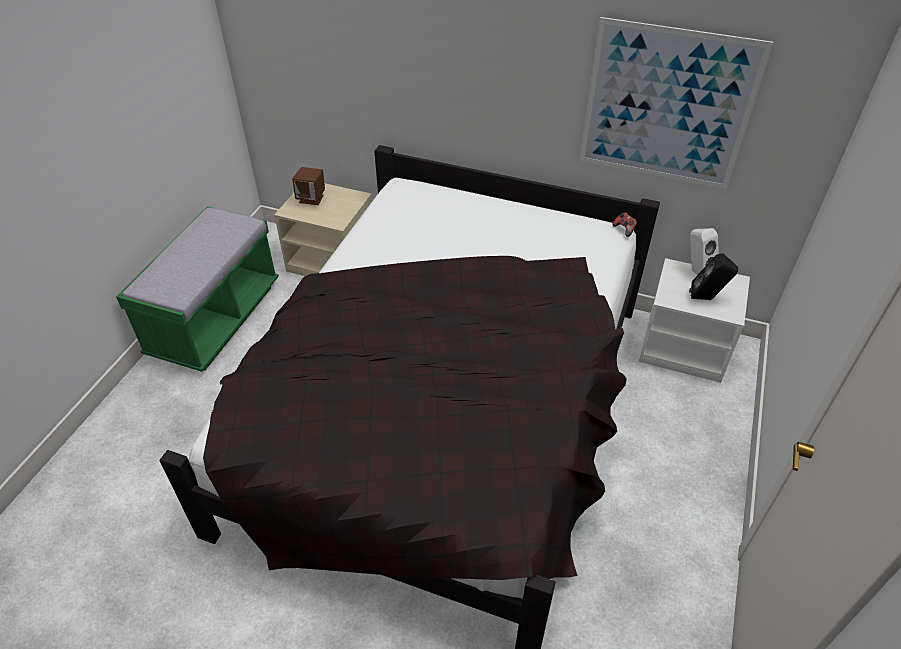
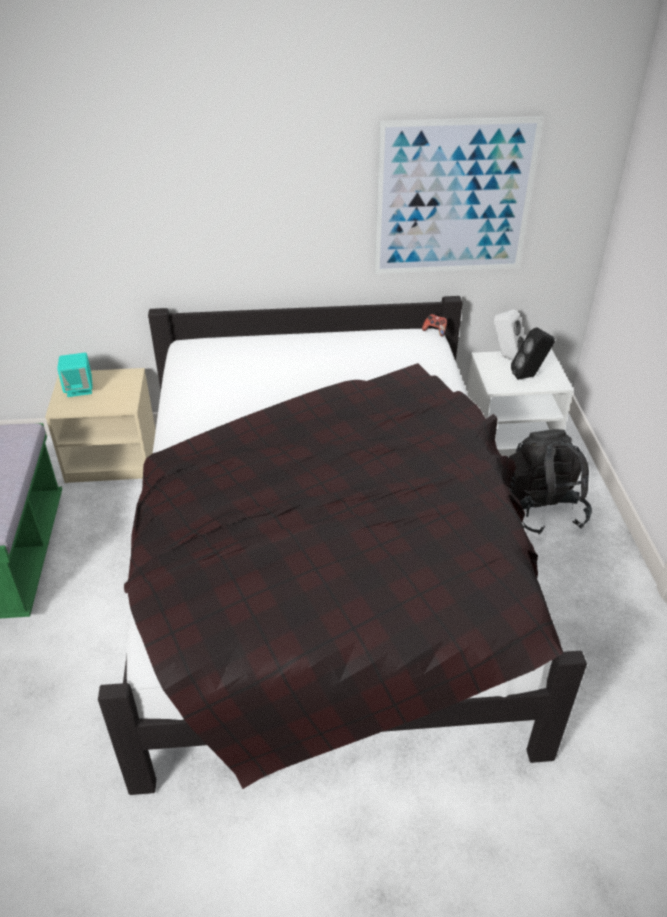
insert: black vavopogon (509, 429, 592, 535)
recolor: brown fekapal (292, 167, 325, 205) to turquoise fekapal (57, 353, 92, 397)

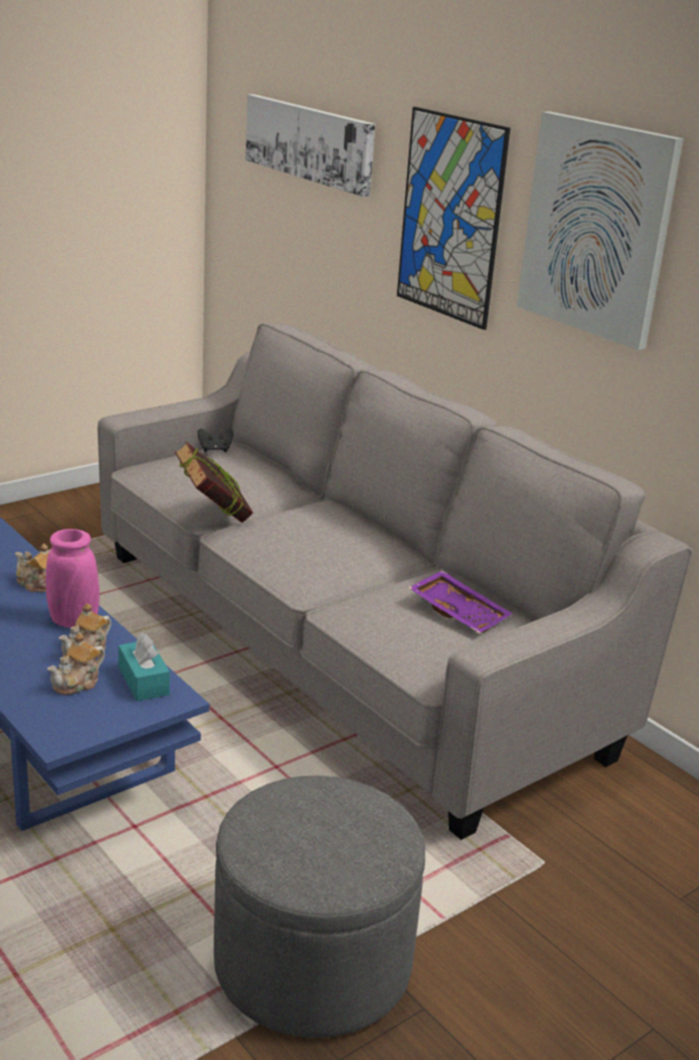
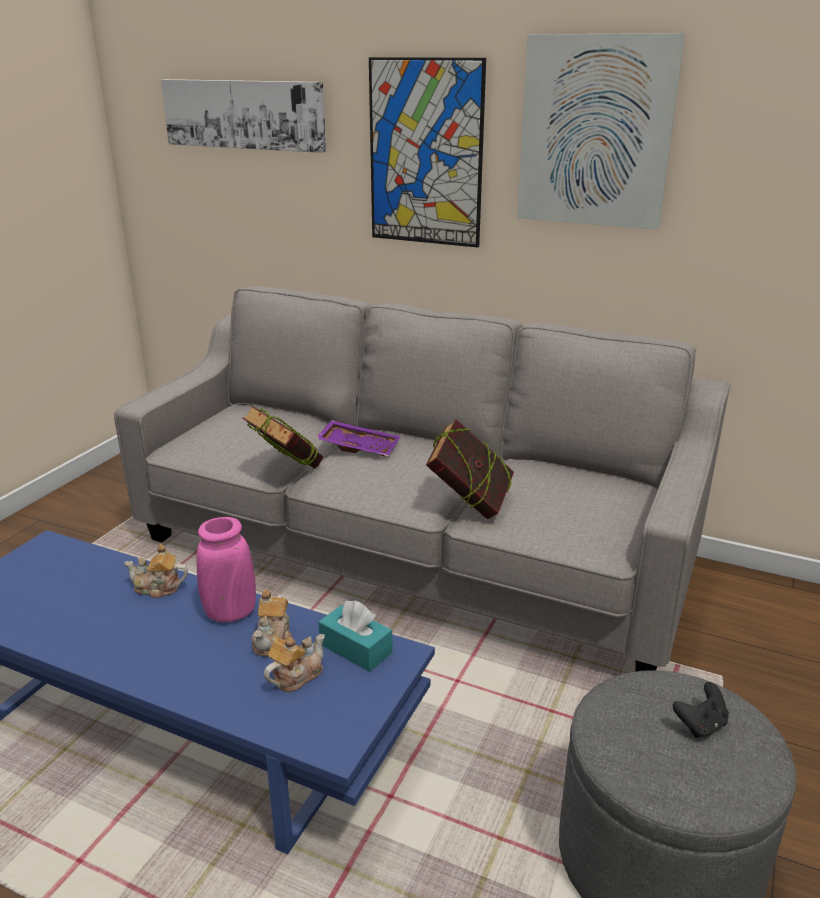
insert: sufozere (426, 419, 514, 519)
move: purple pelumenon (408, 570, 513, 634) to (316, 420, 401, 457); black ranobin (197, 429, 233, 452) to (673, 682, 729, 738)
rotate: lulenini (47, 633, 105, 695) = (264, 634, 325, 692) 150 degrees counterclockwise

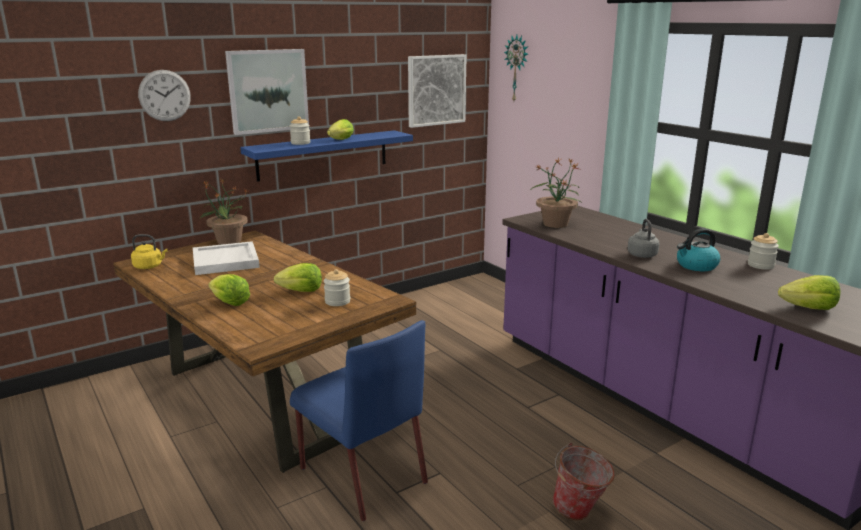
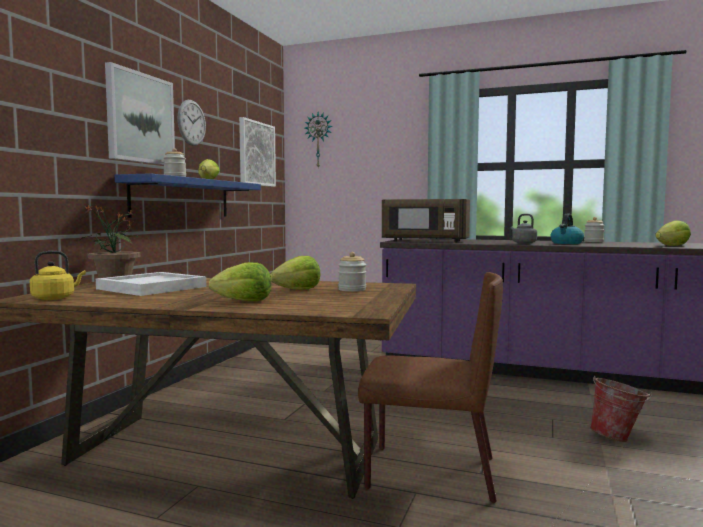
move: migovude (138, 70, 191, 121) to (177, 100, 206, 146)
replace: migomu (531, 157, 582, 228) to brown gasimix (382, 199, 470, 242)
recolor: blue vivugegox (290, 320, 428, 521) to brown vivugegox (358, 272, 503, 503)

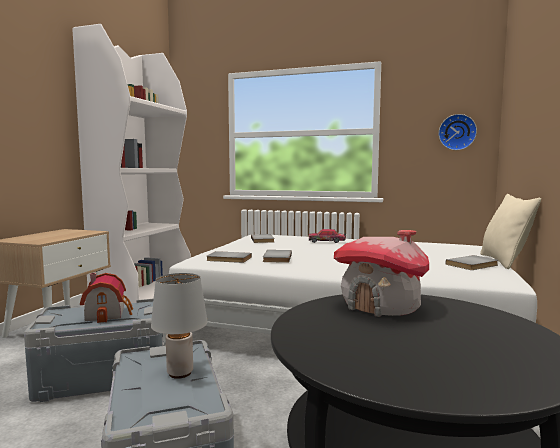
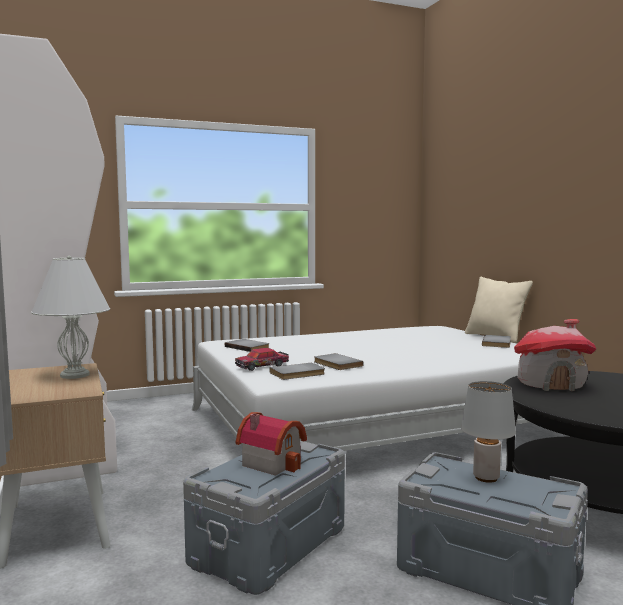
delete: migovude (438, 114, 477, 150)
insert: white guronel (31, 256, 110, 379)
move: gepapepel (309, 229, 346, 243) to (235, 348, 289, 371)

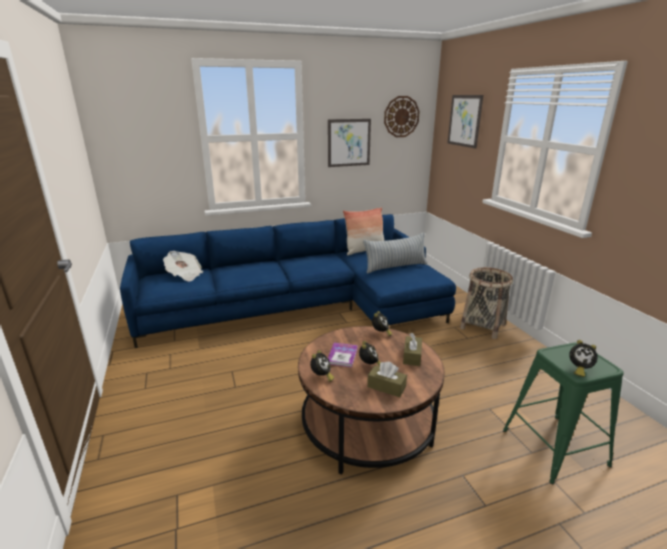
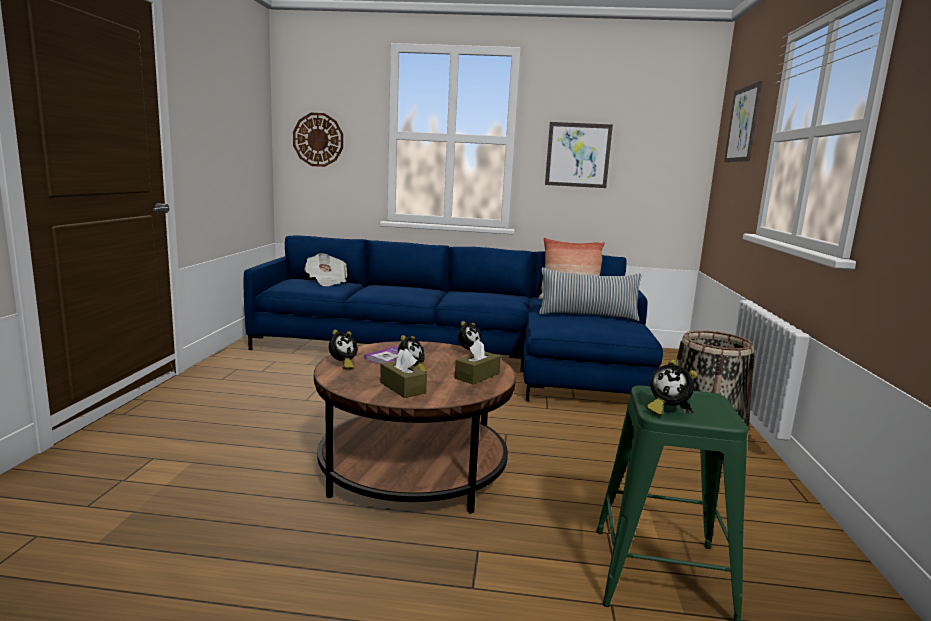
move: migovude (384, 96, 420, 137) to (293, 113, 343, 167)

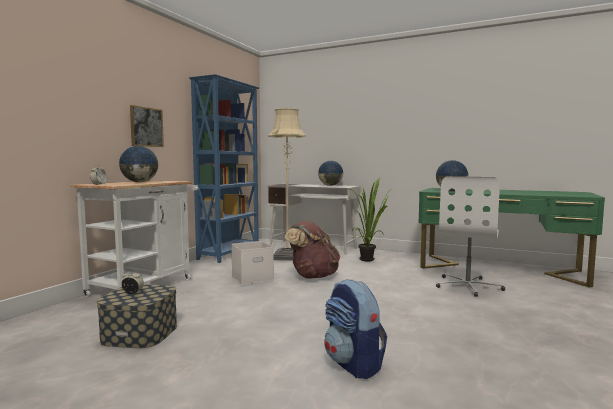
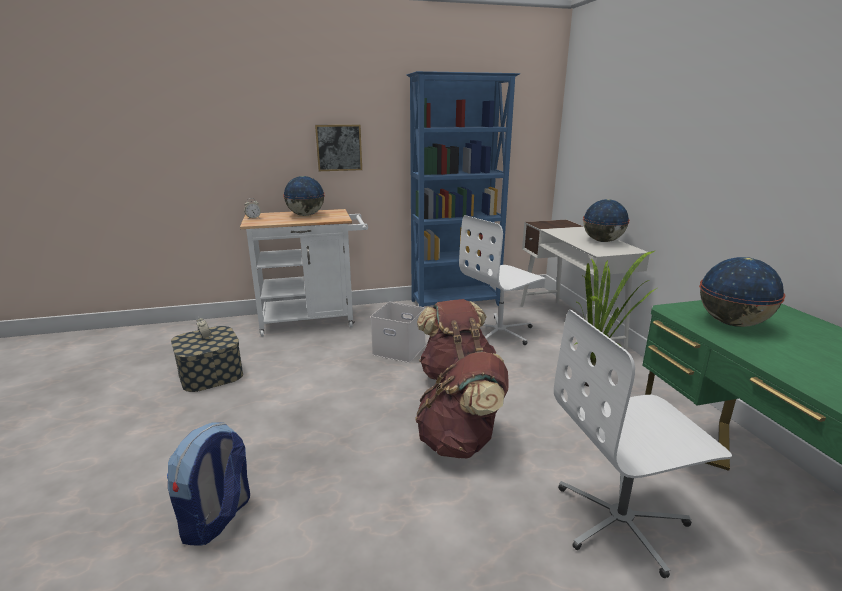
insert: brown vavopogon (415, 352, 508, 458)
replace: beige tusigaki (268, 108, 306, 261) to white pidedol (459, 215, 546, 345)

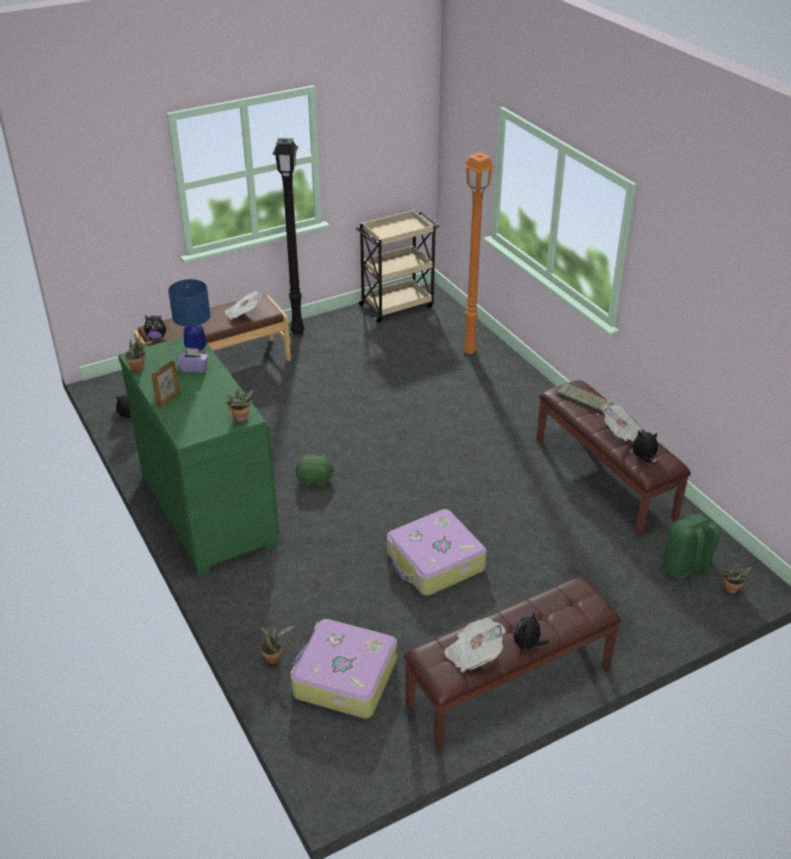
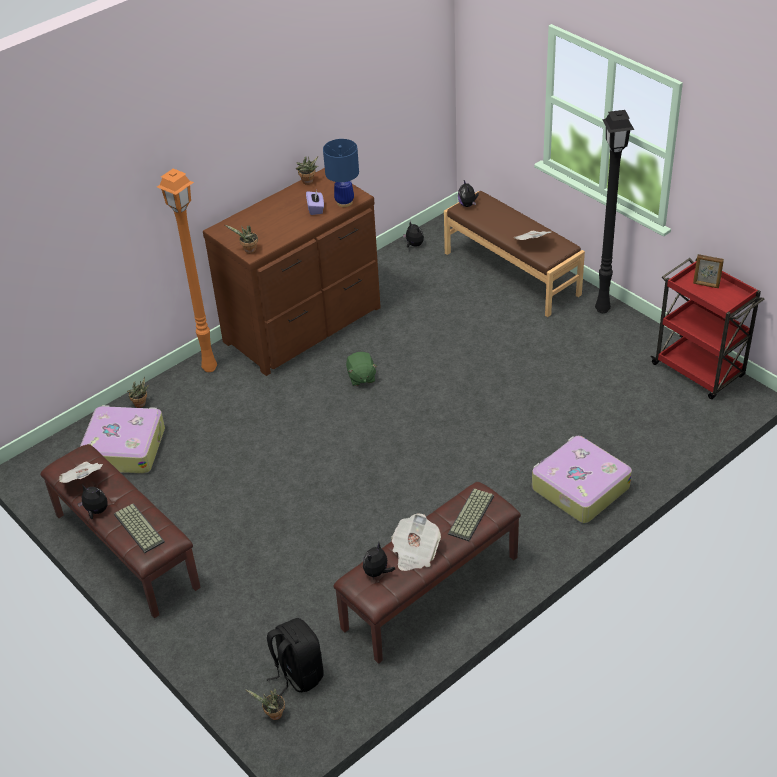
insert: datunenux (114, 503, 165, 553)
move: orange tusigaki (463, 152, 496, 354) to (157, 168, 217, 372); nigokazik (387, 509, 487, 596) to (532, 436, 632, 523); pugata (152, 361, 180, 407) to (693, 254, 724, 288)
recolor: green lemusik (118, 337, 279, 576) to brown lemusik (203, 168, 381, 376); green vavopogon (663, 514, 721, 589) to black vavopogon (267, 618, 324, 696); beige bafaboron (356, 209, 439, 323) to red bafaboron (650, 258, 765, 399)
rotate: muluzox (630, 430, 658, 462) = (363, 542, 395, 579) 150 degrees counterclockwise

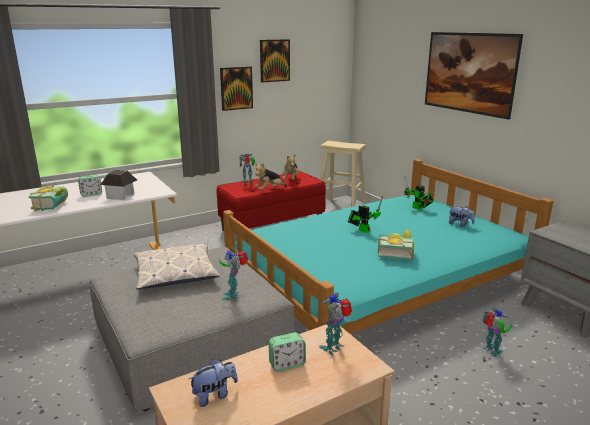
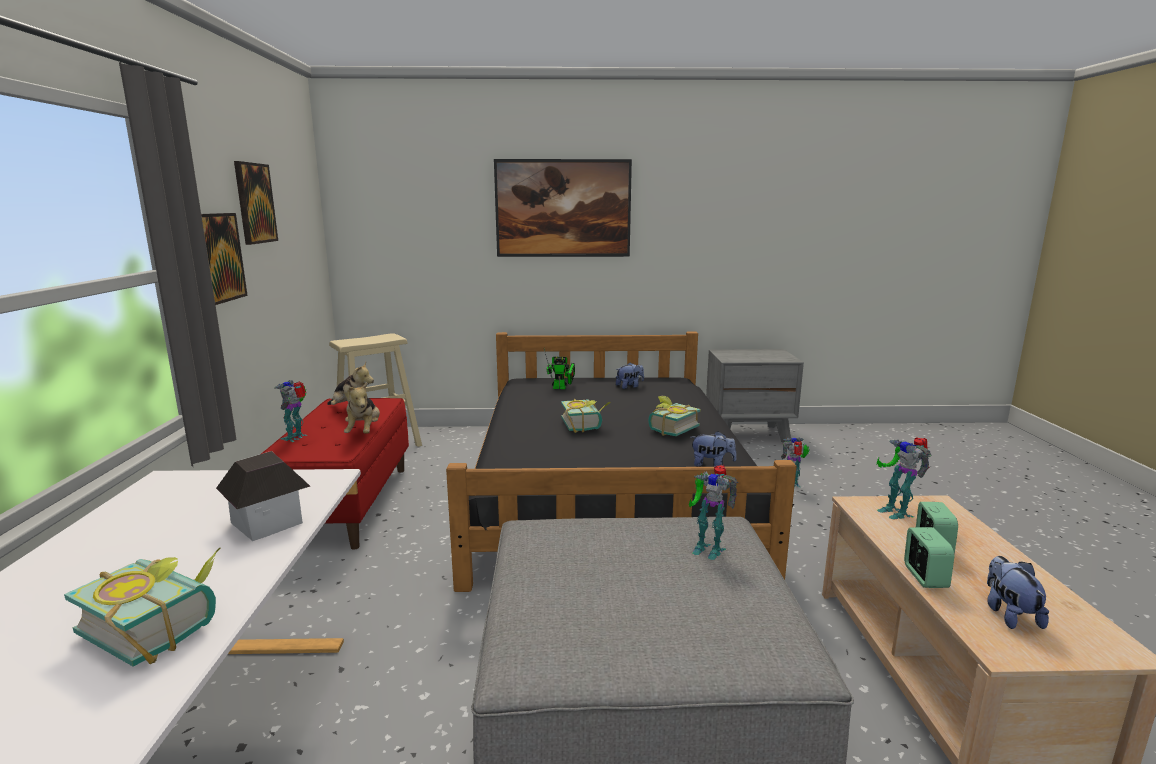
delete: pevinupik (134, 243, 220, 290)
insert: muluzox (690, 431, 737, 467)
move: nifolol (78, 175, 102, 197) to (904, 527, 954, 588)
replace: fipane (348, 196, 383, 233) to sufozere (561, 399, 611, 433)
recolor: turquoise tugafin (223, 159, 553, 334) to black tugafin (446, 331, 796, 592)

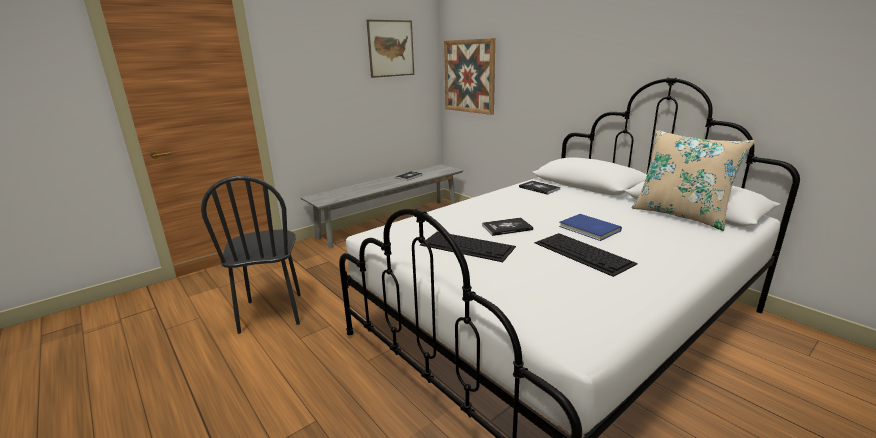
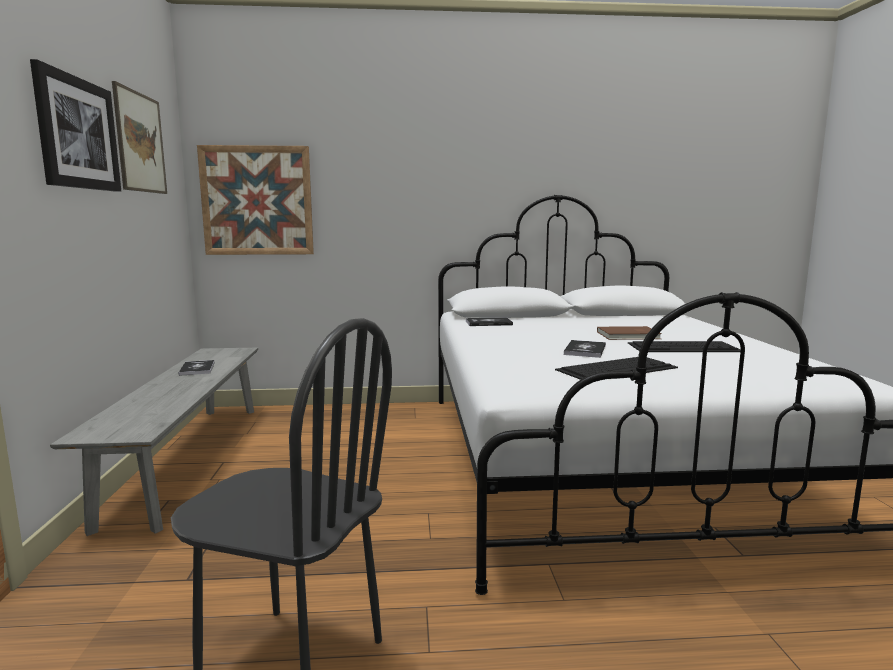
delete: beige pevinupik (632, 130, 755, 231)
insert: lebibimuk (30, 59, 121, 192)
recolor: blue sufozere (559, 214, 622, 241) to brown sufozere (597, 326, 662, 340)

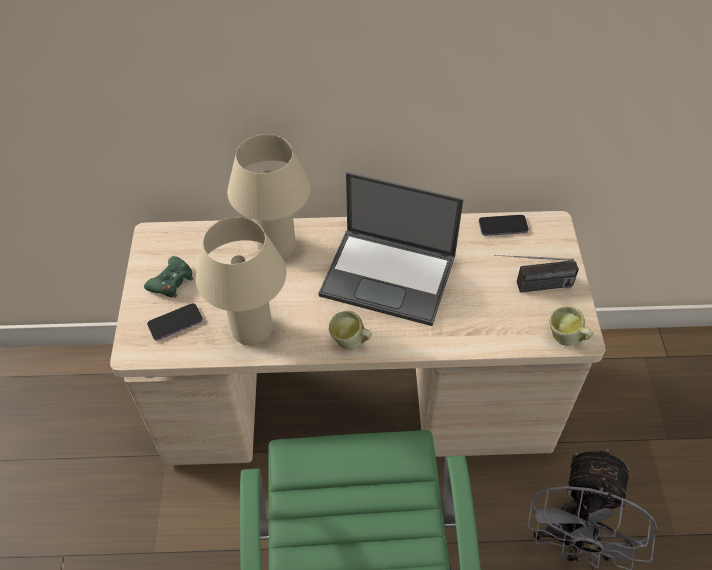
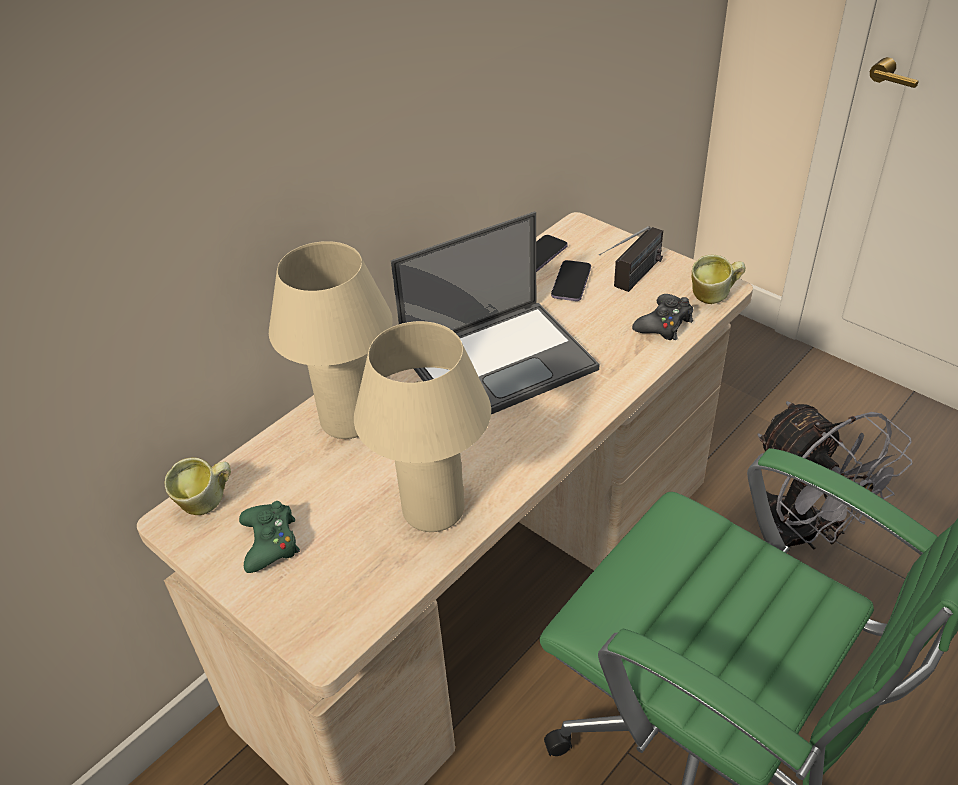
insert: black ranobin (632, 294, 693, 340)
move: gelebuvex (329, 311, 372, 350) to (164, 457, 231, 515); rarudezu (147, 303, 203, 341) to (551, 260, 591, 301)

